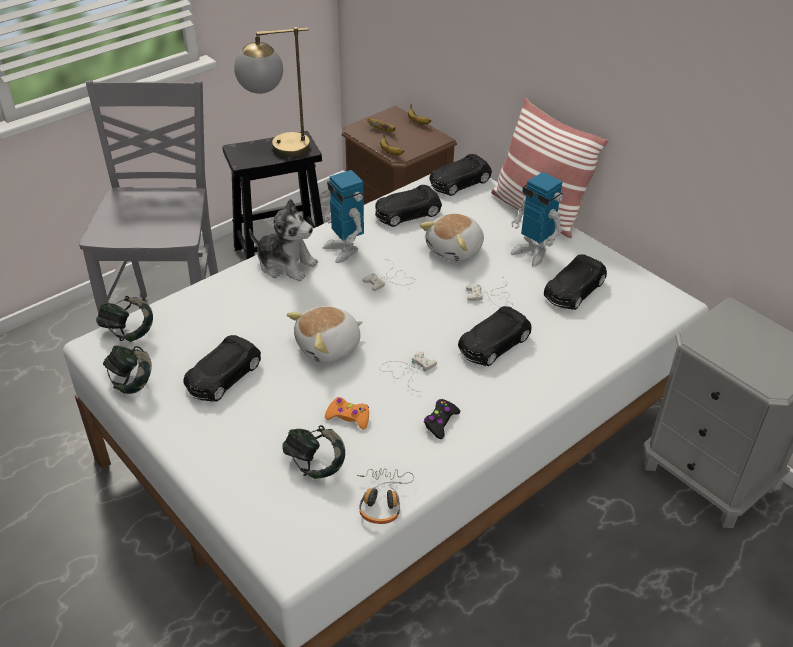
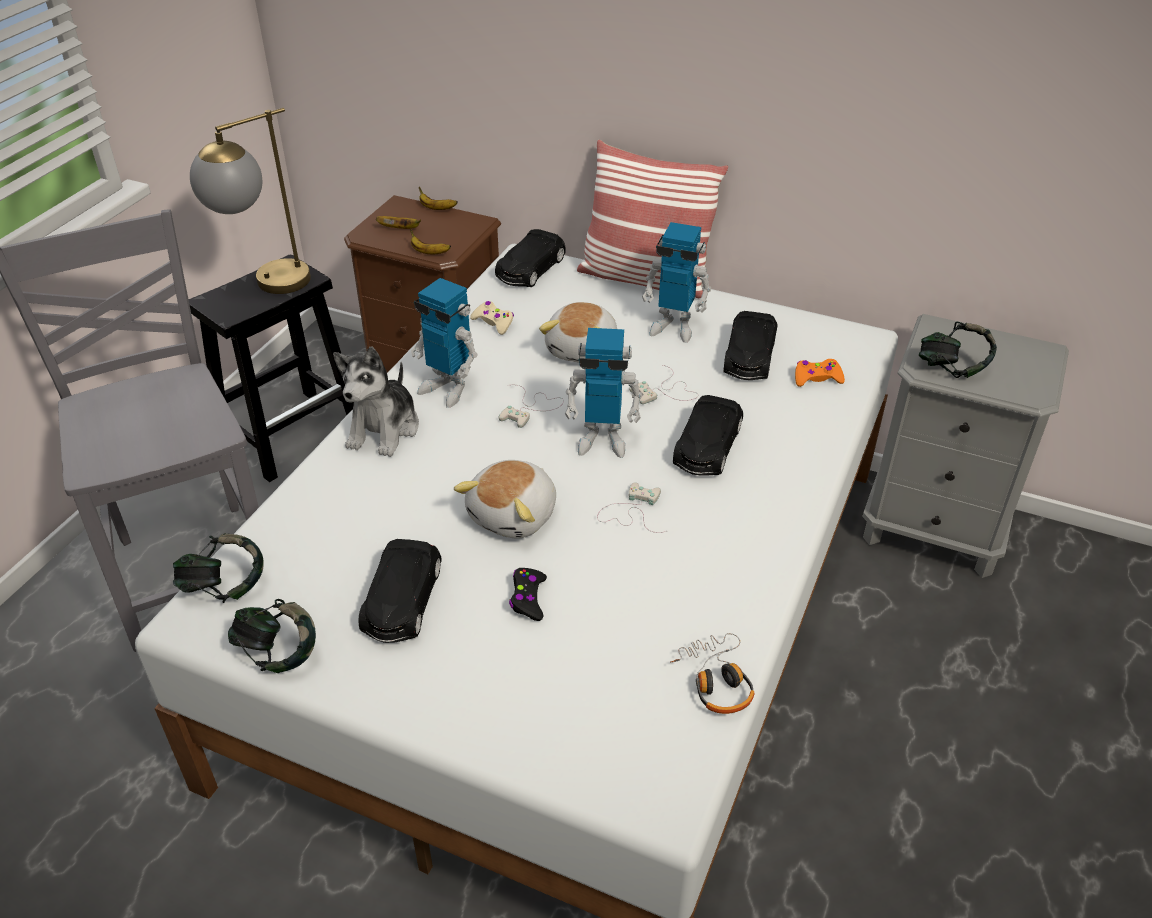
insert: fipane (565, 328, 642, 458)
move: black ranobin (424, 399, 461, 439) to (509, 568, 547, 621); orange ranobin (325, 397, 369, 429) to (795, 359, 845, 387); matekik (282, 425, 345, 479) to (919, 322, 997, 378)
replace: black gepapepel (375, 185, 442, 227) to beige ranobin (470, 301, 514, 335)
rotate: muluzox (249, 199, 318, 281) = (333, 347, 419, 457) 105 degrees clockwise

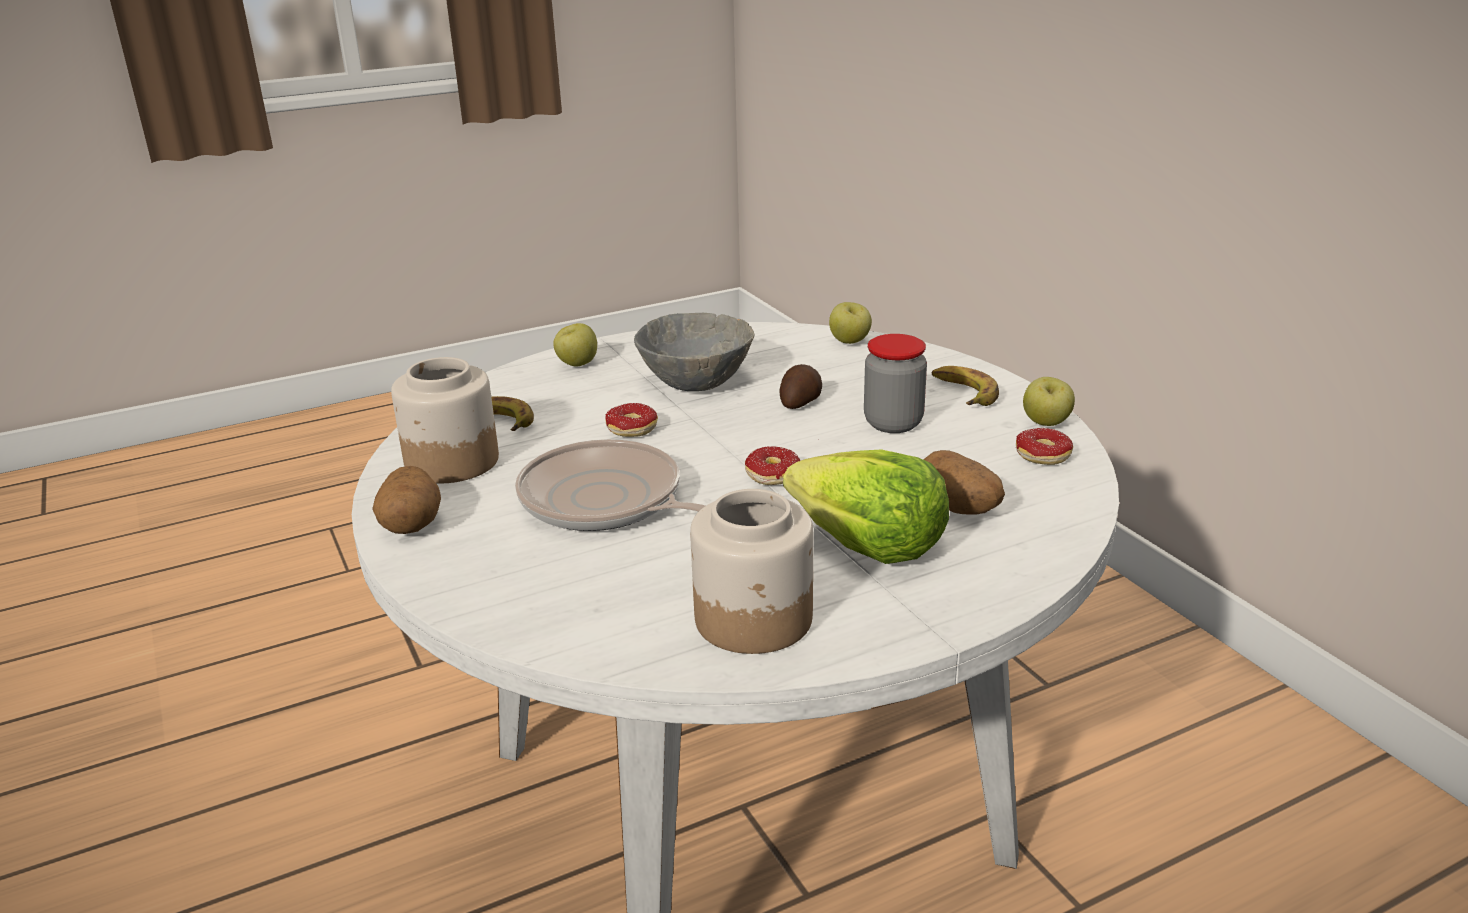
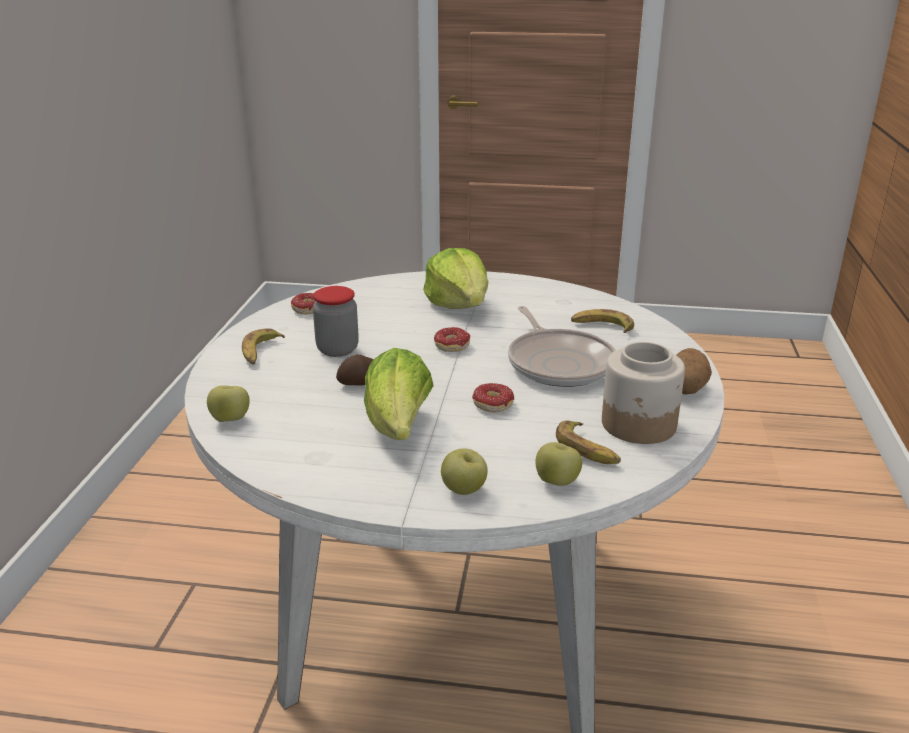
delete: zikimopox (690, 489, 813, 654); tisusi (924, 450, 1005, 514)
insert: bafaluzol (571, 309, 634, 333)
move: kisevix (1023, 377, 1075, 426) to (535, 442, 582, 486)
replace: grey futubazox (634, 313, 755, 391) to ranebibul (364, 348, 434, 440)

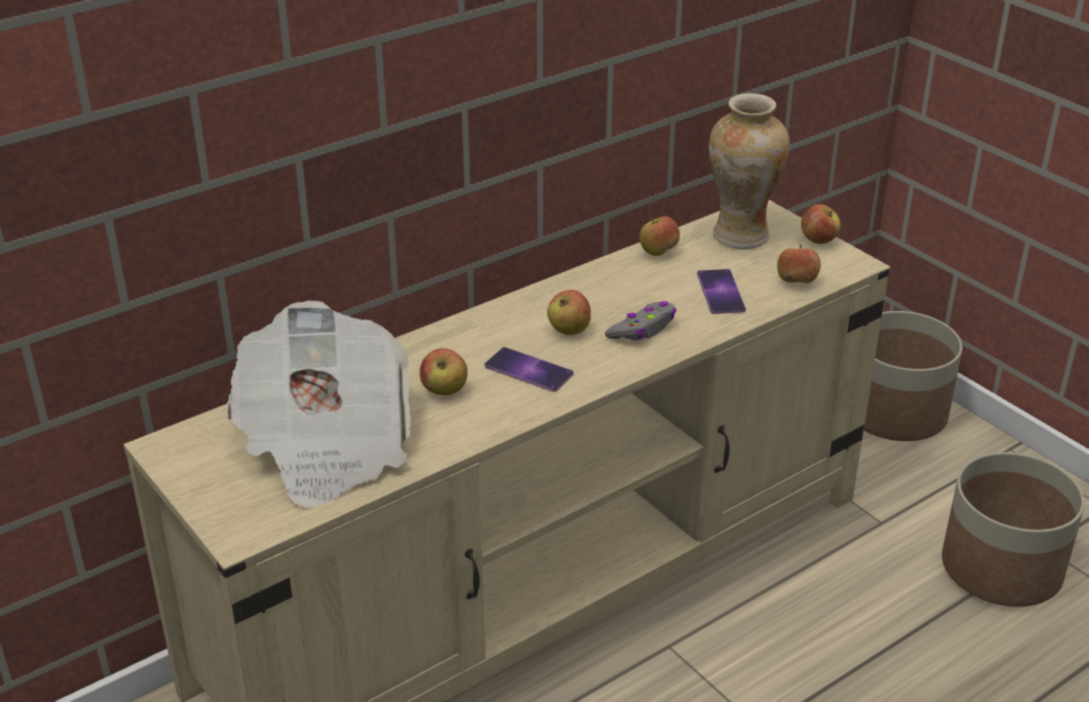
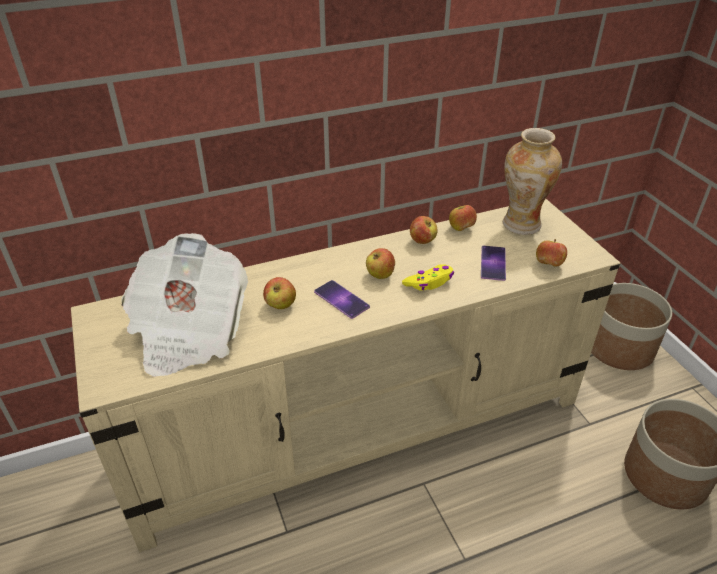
move: kisevix (801, 204, 841, 244) to (410, 216, 438, 244)
recolor: grey ranobin (605, 301, 676, 341) to yellow ranobin (402, 264, 454, 291)

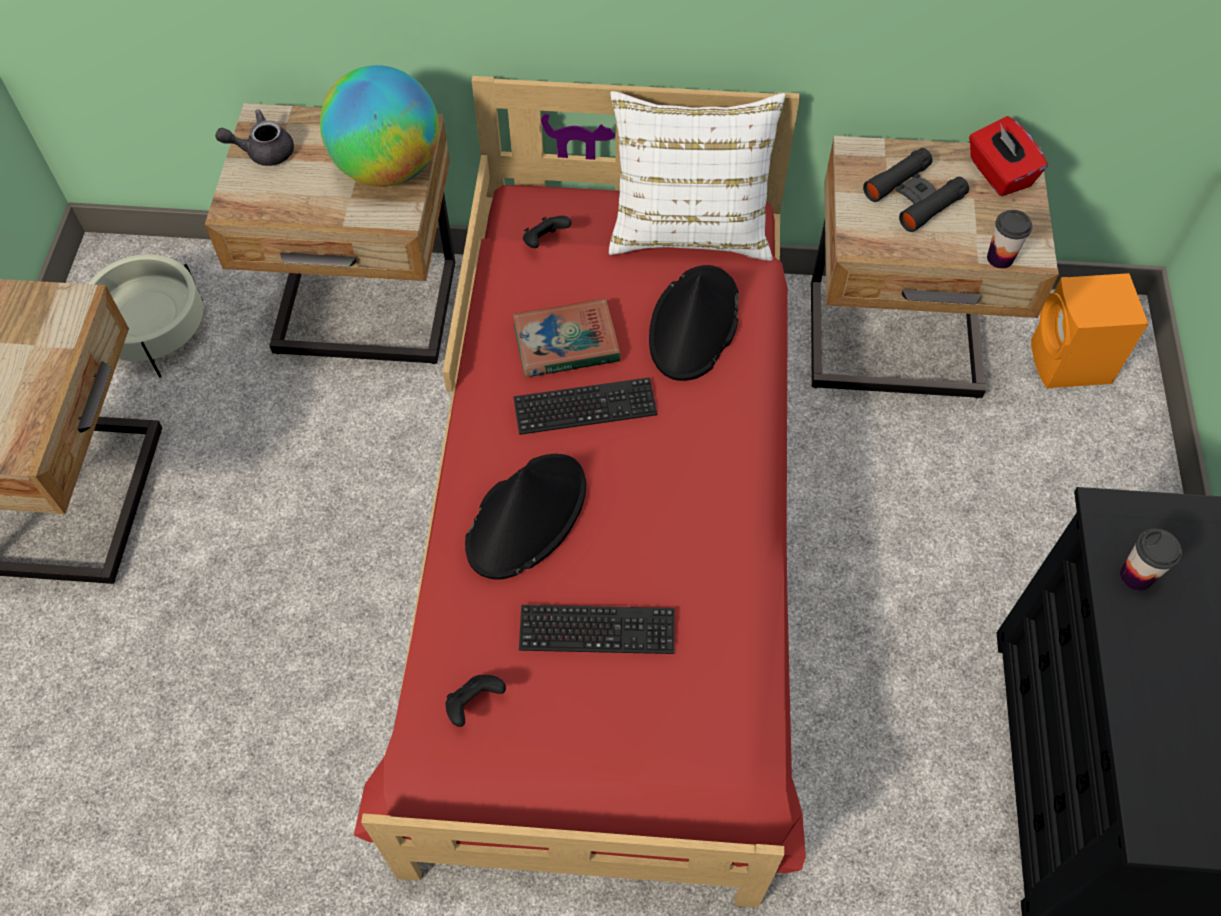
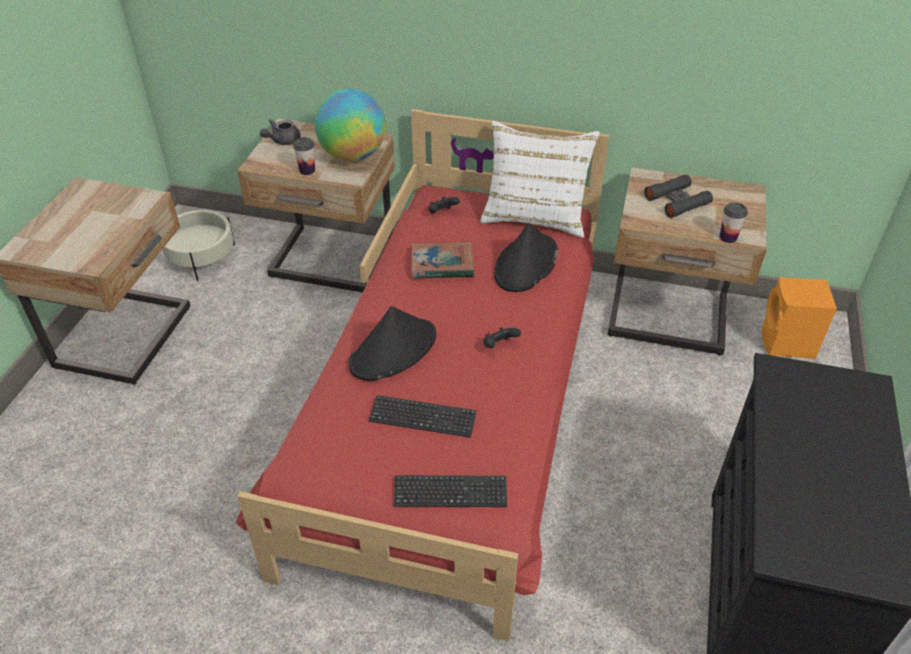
delete: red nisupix (969, 116, 1048, 196)
move: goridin (1120, 529, 1182, 591) to (293, 137, 315, 175); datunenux (513, 377, 657, 435) to (393, 475, 507, 507); black ranobin (445, 675, 506, 727) to (483, 327, 521, 348)
rotate: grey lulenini (215, 109, 294, 166) = (260, 119, 300, 145) 45 degrees counterclockwise

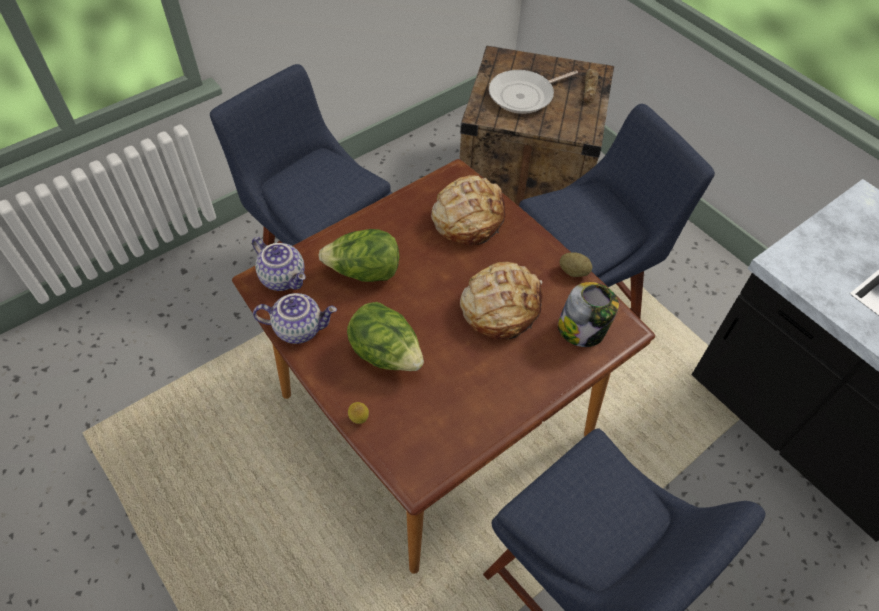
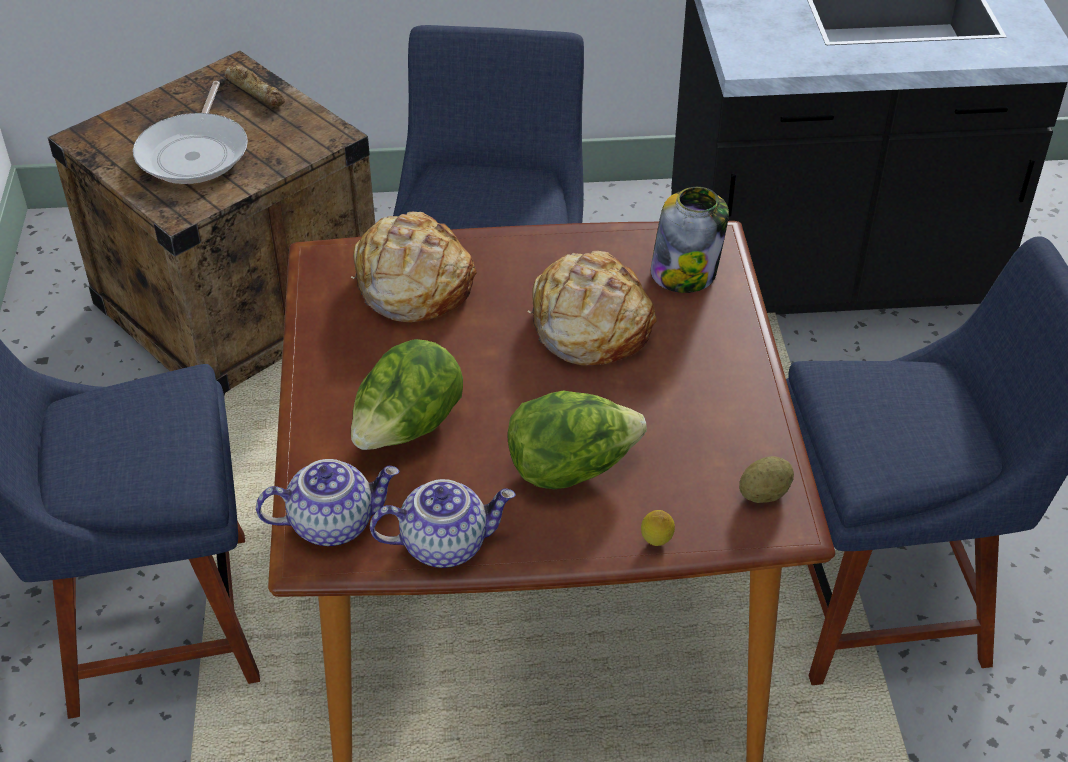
move: tisusi (560, 252, 592, 277) to (739, 456, 794, 503)
rotate: lulenini (253, 293, 337, 344) = (370, 479, 516, 568) 45 degrees clockwise

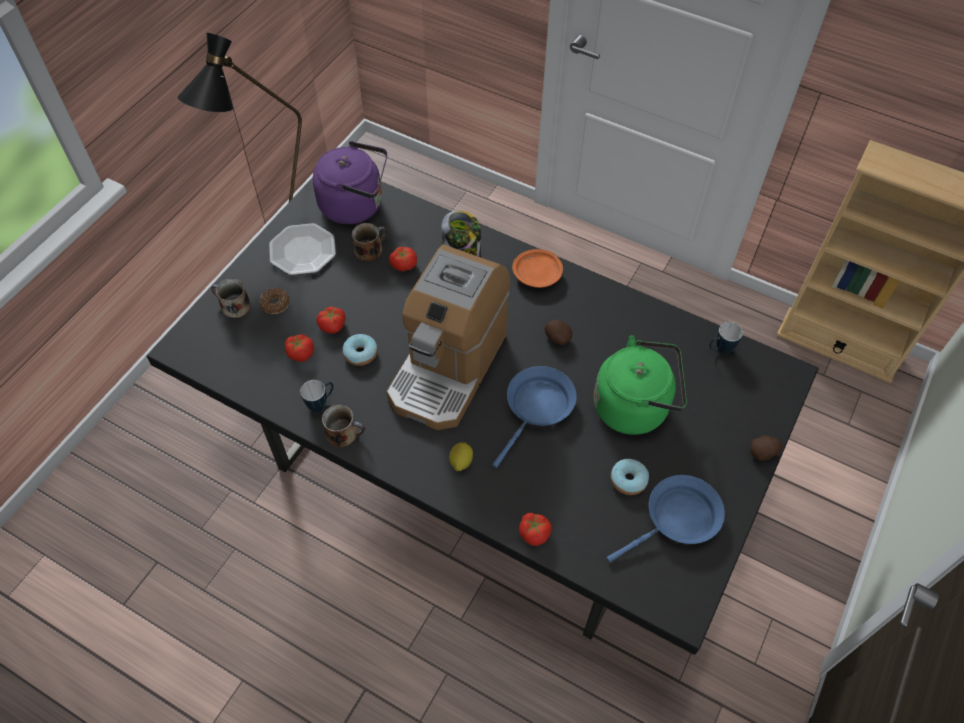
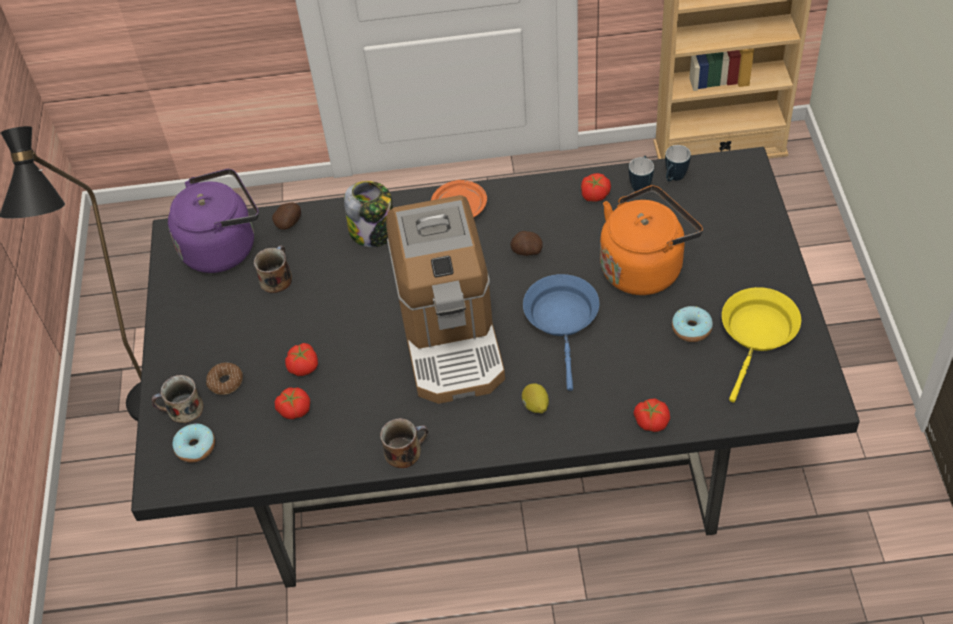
delete: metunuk (269, 223, 336, 275)
move: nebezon (343, 334, 378, 366) to (172, 423, 215, 463); tisusi (750, 435, 783, 461) to (272, 202, 301, 230); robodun (389, 247, 417, 271) to (581, 173, 611, 202); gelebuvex (300, 380, 333, 412) to (629, 156, 654, 192)
recolor: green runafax (594, 335, 687, 435) to orange runafax (600, 185, 703, 295); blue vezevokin (607, 475, 725, 562) to yellow vezevokin (722, 287, 801, 403)

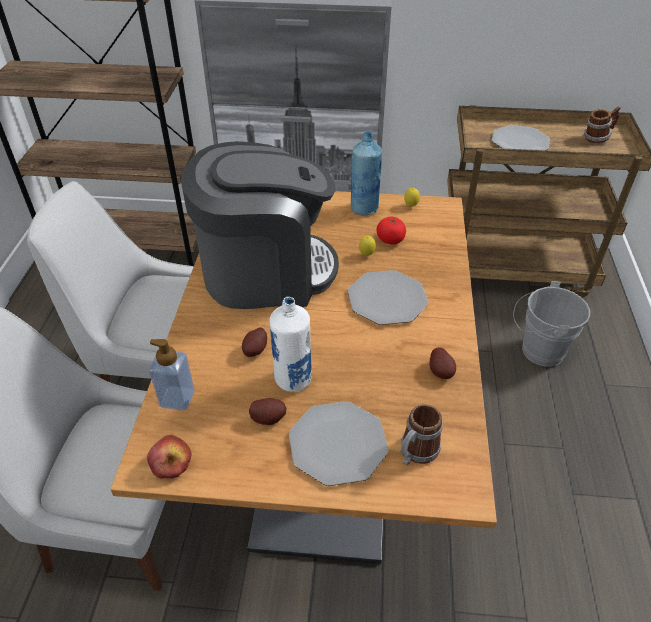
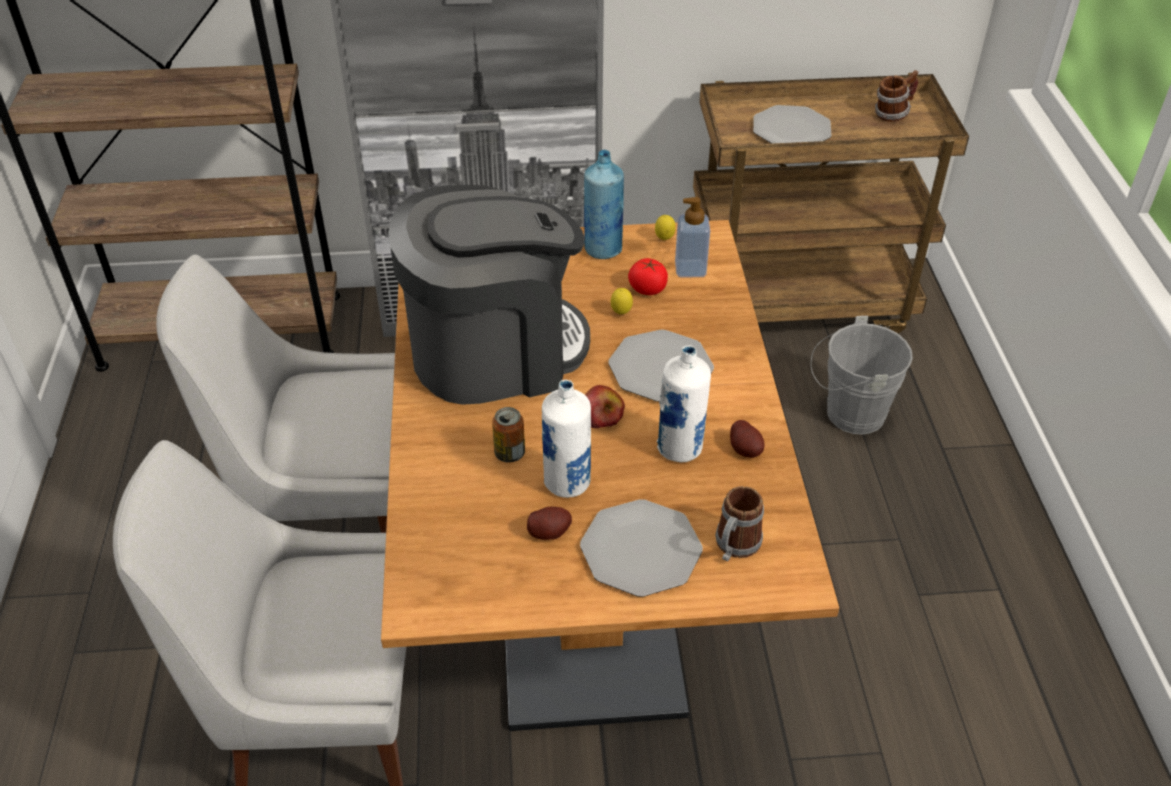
insert: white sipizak (657, 345, 711, 462)
move: kisevix (147, 435, 192, 479) to (585, 385, 625, 428); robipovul (149, 339, 195, 411) to (675, 197, 710, 277)
replace: tisusi (242, 327, 267, 357) to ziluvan (492, 407, 525, 463)

